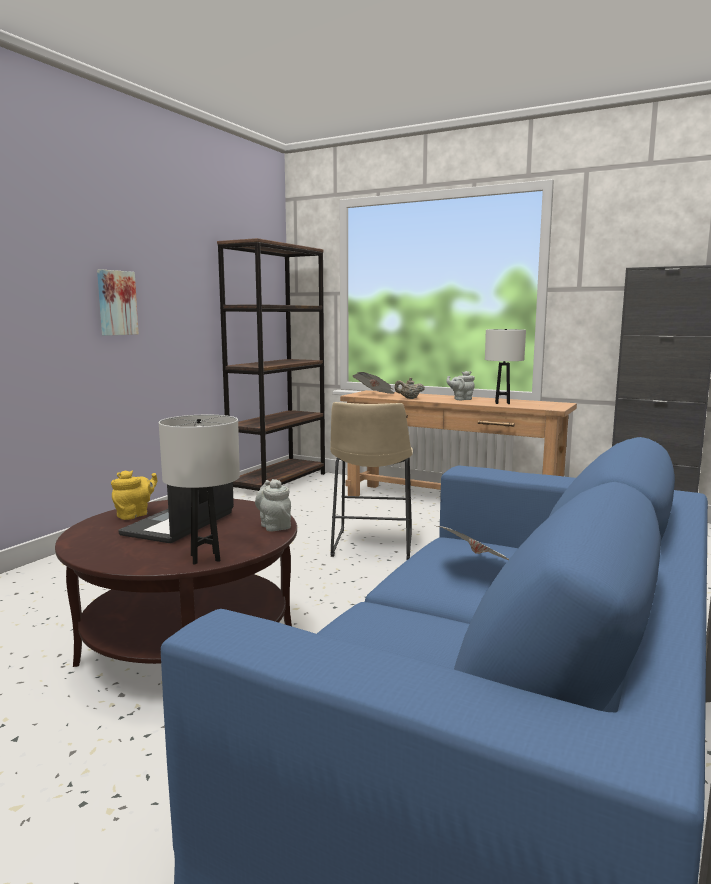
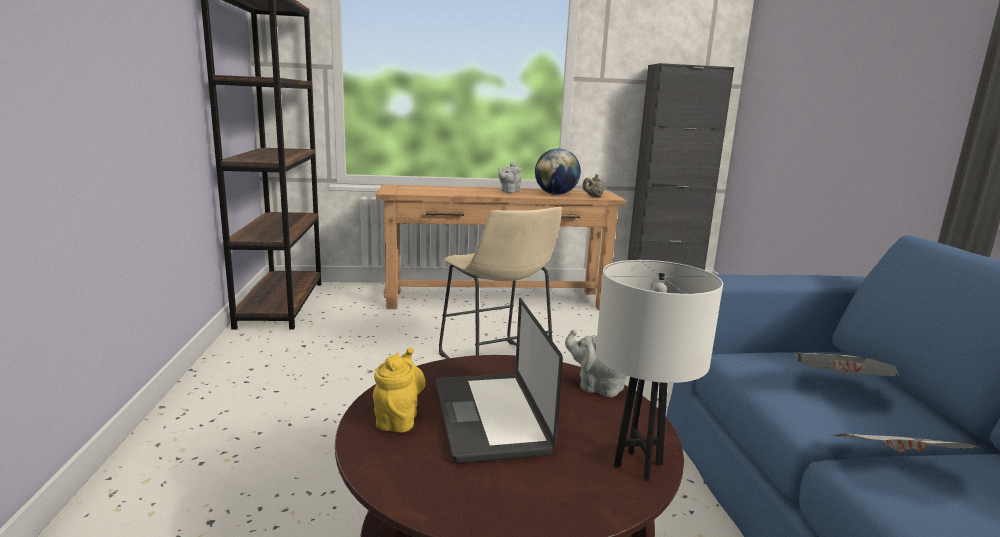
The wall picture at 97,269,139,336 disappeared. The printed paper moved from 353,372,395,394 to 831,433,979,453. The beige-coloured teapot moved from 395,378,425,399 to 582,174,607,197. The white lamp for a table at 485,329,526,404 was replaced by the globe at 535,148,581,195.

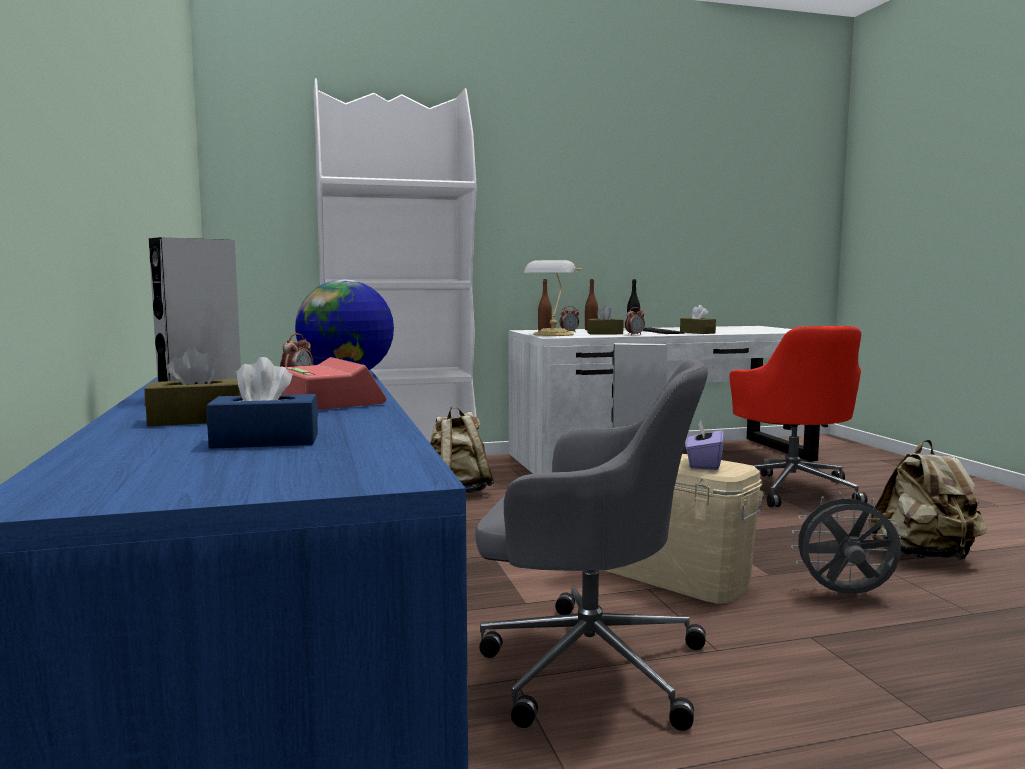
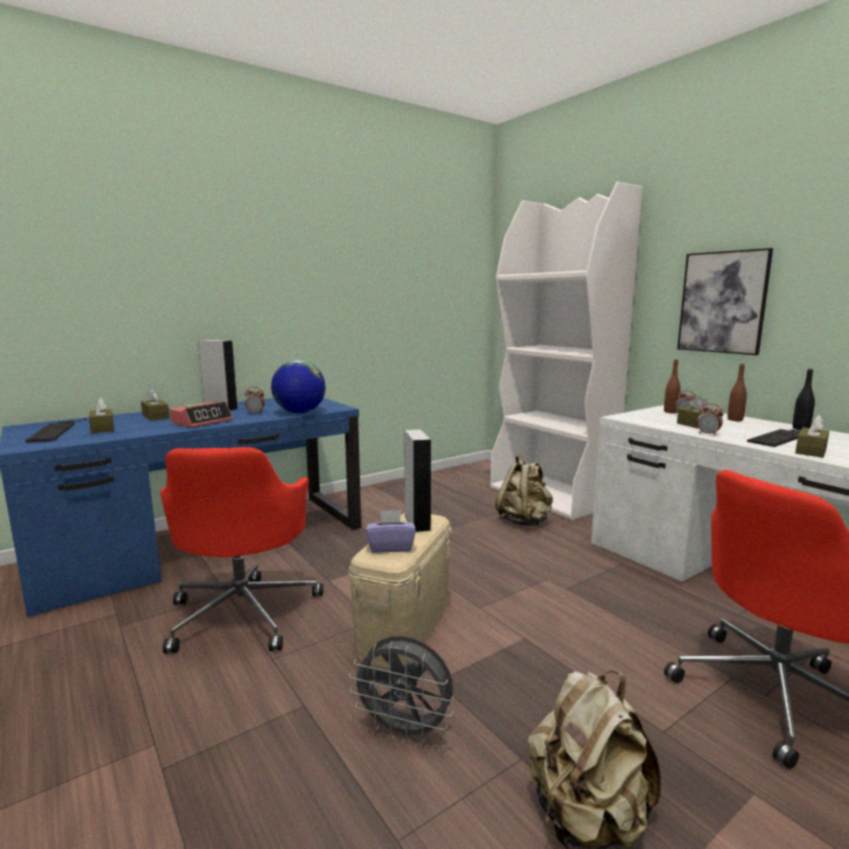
The blue-coloured tissue box at 206,357,318,449 became the brown tissue box at 89,397,114,433. The grey office chair at 475,361,708,731 became the reddish office chair at 160,447,323,654. The lamp for a table at 524,260,582,336 disappeared. The grey cooling fan at 791,492,901,594 turned 120 degrees clockwise. The computer keyboard at 25,418,87,443 appeared. The wall picture at 677,248,773,355 appeared.

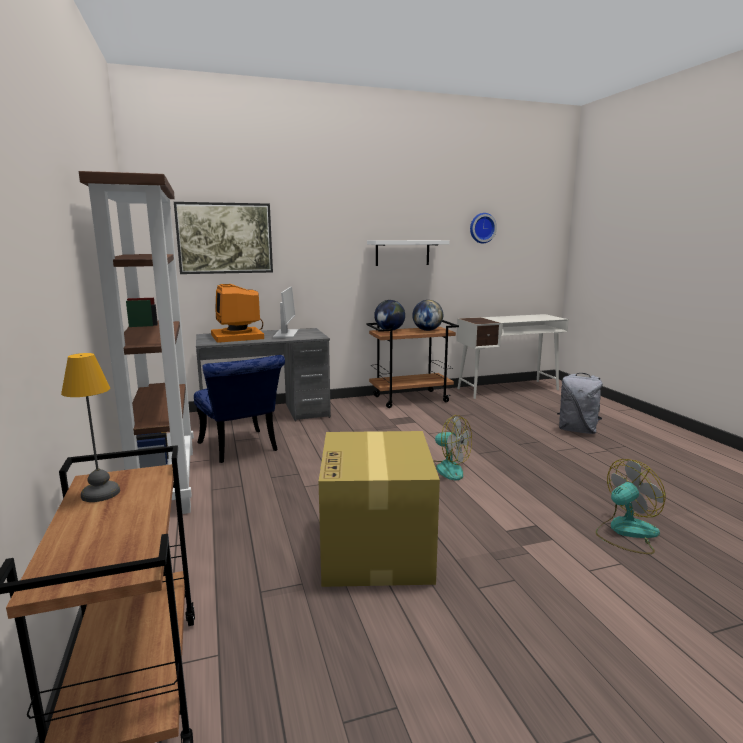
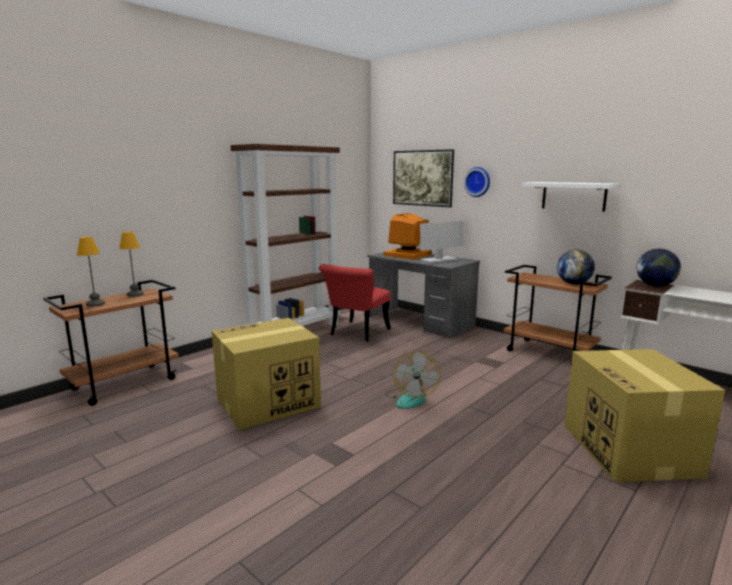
The blue-coloured chair at 194,355,285,463 became the reddish chair at 319,264,391,342. The globe moved from 374,300,405,330 to 637,249,681,287. The clock on the wall moved from 470,213,497,243 to 464,167,490,197. The grey knapsack at 557,373,603,434 was replaced by the cardboard box at 564,349,725,482. The cooling fan at 596,459,666,554 disappeared. The lamp for a table at 77,236,105,307 appeared.

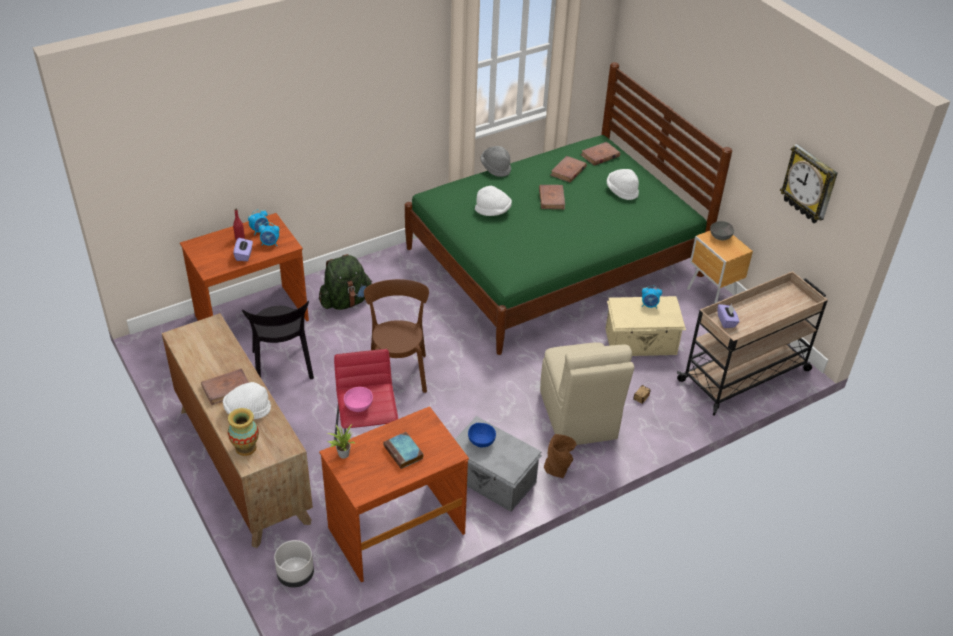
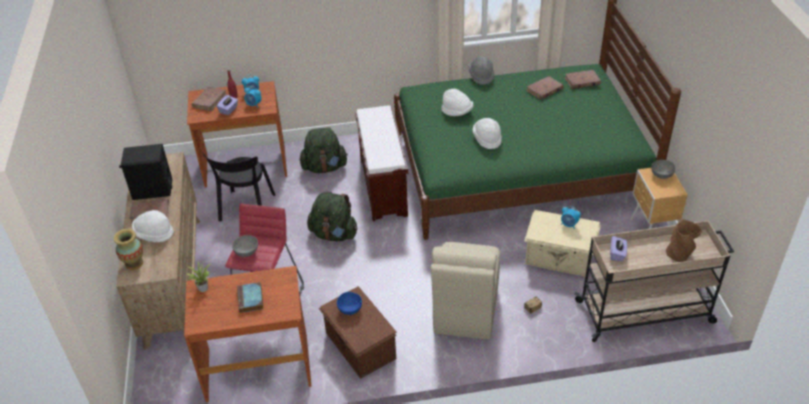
The grey flower pot at 274,540,314,588 disappeared. The pink-coloured serving bowl at 344,387,373,412 became the grey serving bowl at 232,235,258,257. The brown chair at 364,279,429,393 was replaced by the green-coloured knapsack at 307,192,358,241. The grey storage container at 455,416,542,512 became the brown storage container at 319,286,397,379. The brown book moved from 539,185,565,209 to 192,87,227,111. The brown decorative vase moved from 544,434,576,478 to 666,219,702,262. The white hat moved from 607,169,639,200 to 472,118,502,149. The clock on the wall at 780,144,838,223 disappeared. The black audio speaker at 119,144,172,200 appeared. The brown indoor bench at 355,105,409,221 appeared.

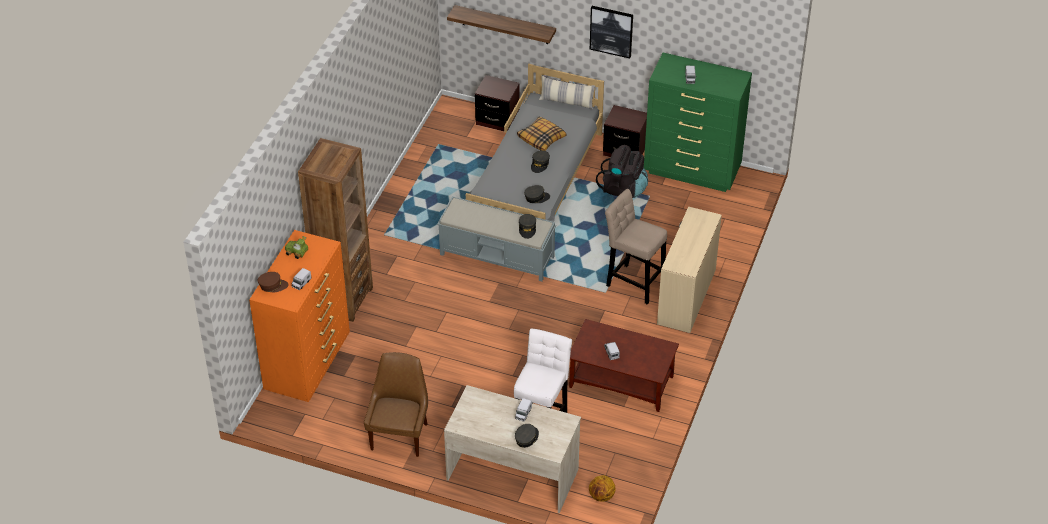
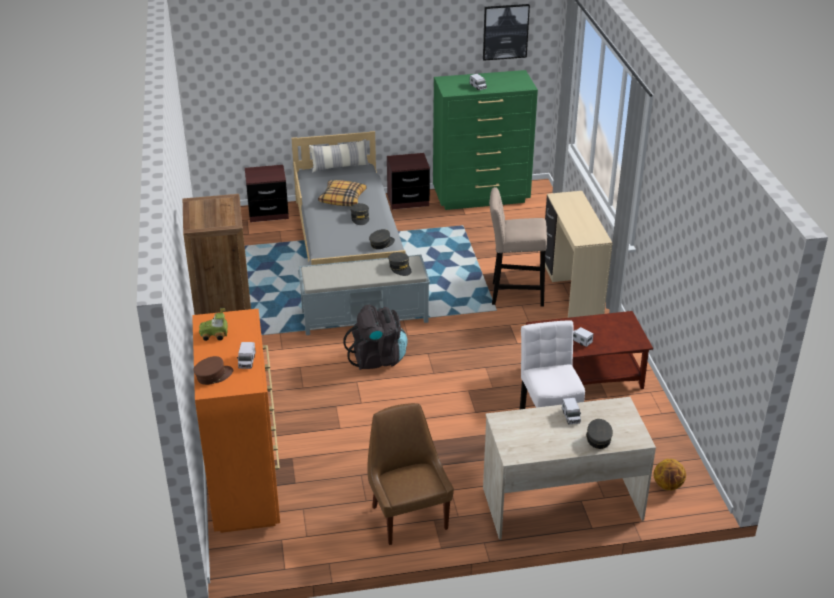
The shelf at 447,5,556,44 disappeared. The wall picture moved from 590,6,633,58 to 483,4,530,61. The black knapsack moved from 596,145,648,198 to 343,305,408,370.

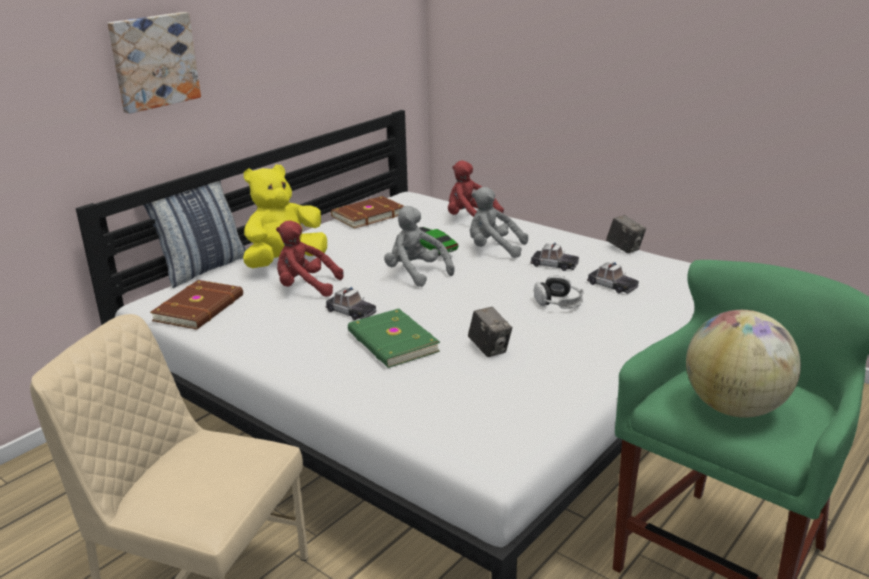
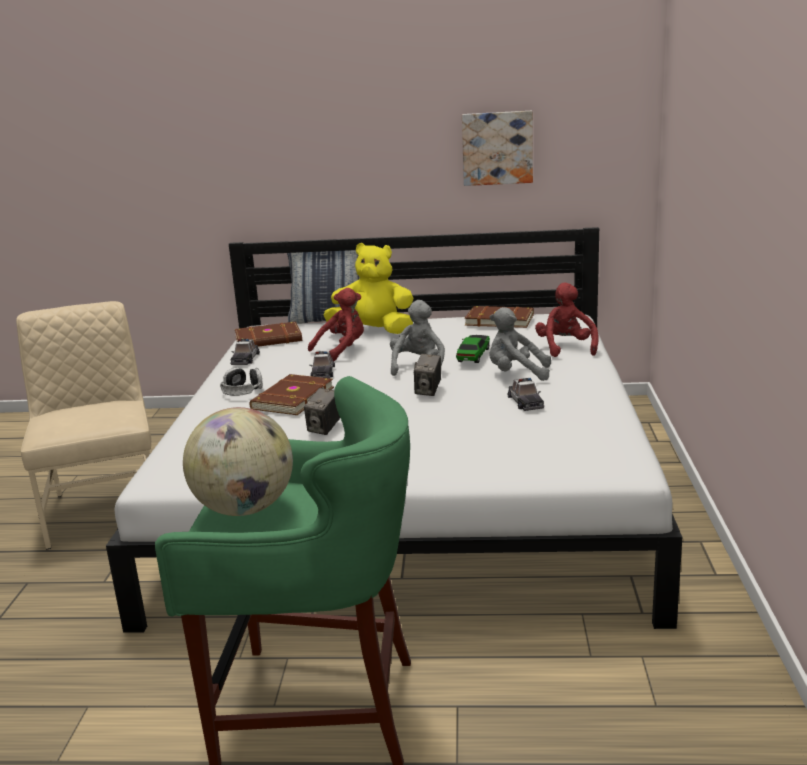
The wall picture moved from 107,12,201,114 to 462,111,533,186. The reddish plush toy at 276,221,344,297 turned 75 degrees clockwise. The green-coloured book at 348,309,440,368 became the brown book at 249,374,334,415. The grey plush toy at 470,187,528,258 turned 60 degrees counterclockwise. The headphones moved from 534,276,584,309 to 220,367,263,396. The toy car moved from 587,262,639,294 to 230,339,260,365. The photo camera moved from 606,215,646,253 to 414,354,441,396.

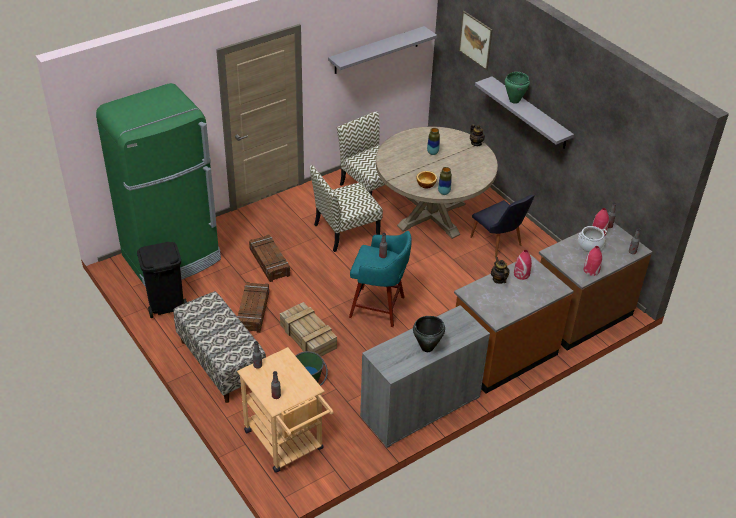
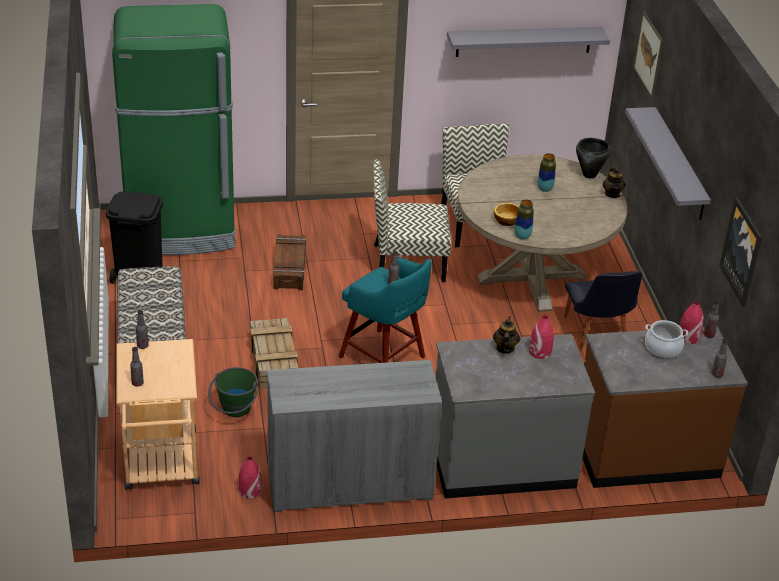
The packing crate at 237,282,269,333 disappeared. The black saucepot moved from 413,316,445,352 to 576,138,611,179. The brown counter at 454,255,574,394 became the grey counter at 436,334,595,498. The green-coloured saucepot at 505,72,530,104 disappeared. The reddish decorative vase moved from 584,246,602,276 to 239,457,262,498. The wall picture at 719,197,762,307 appeared.

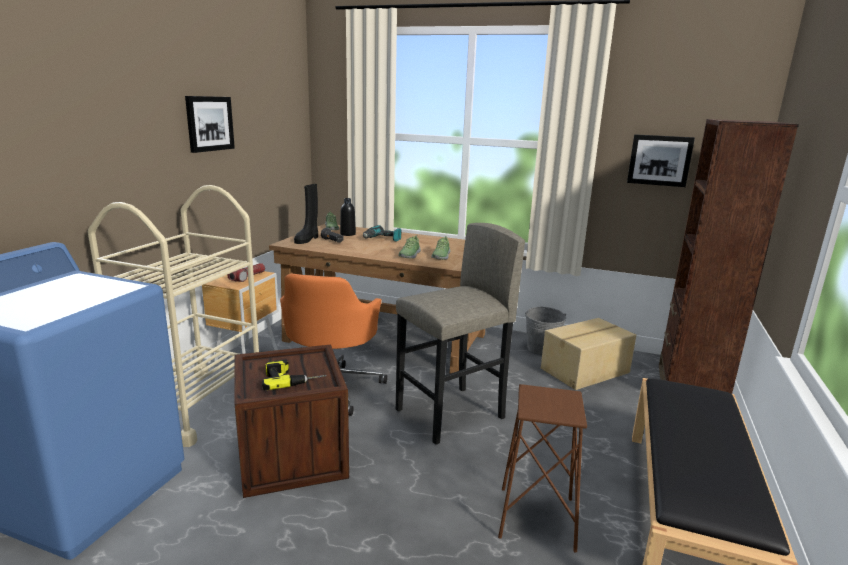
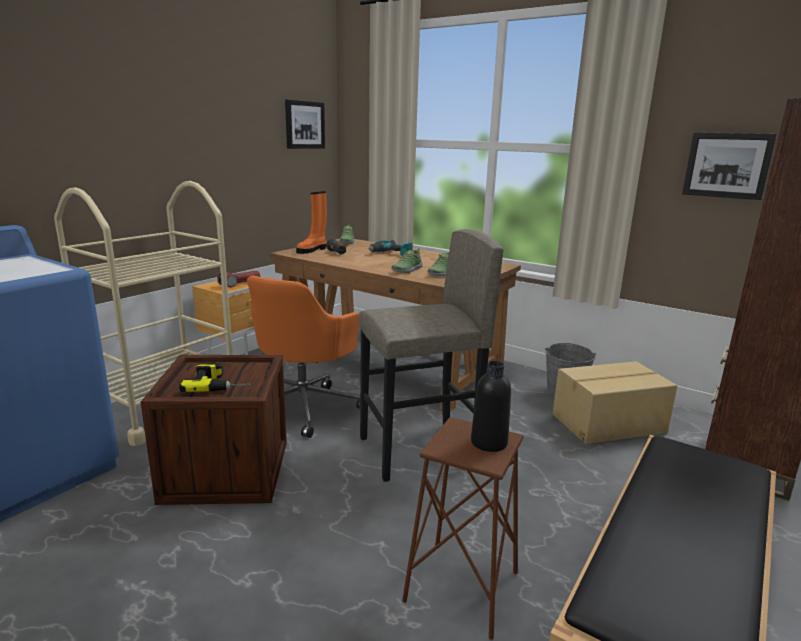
The wall picture moved from 185,96,235,153 to 285,100,325,149. The black high-top boot at 294,184,318,244 became the orange-coloured high-top boot at 296,191,327,254. The black beverage bottle moved from 340,198,356,236 to 471,361,511,452.

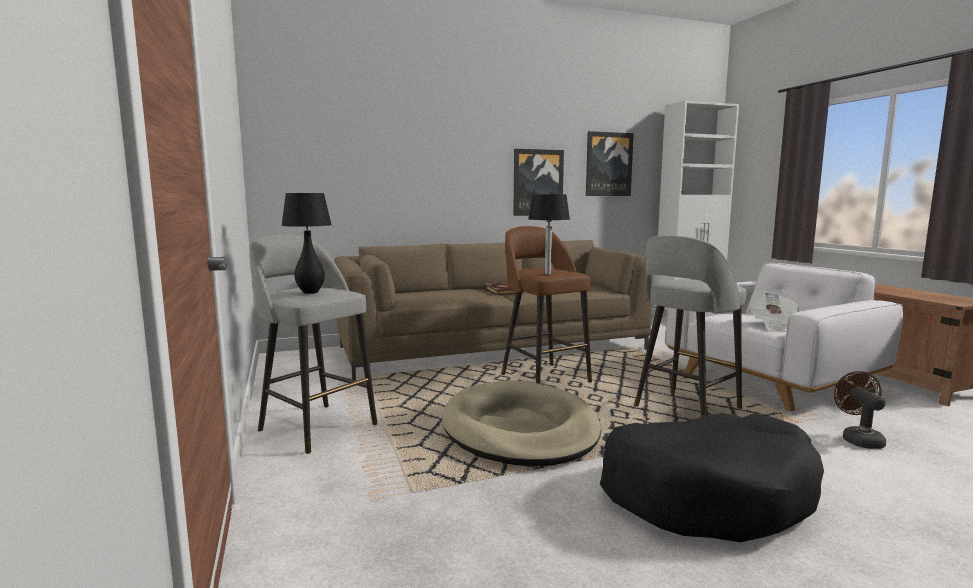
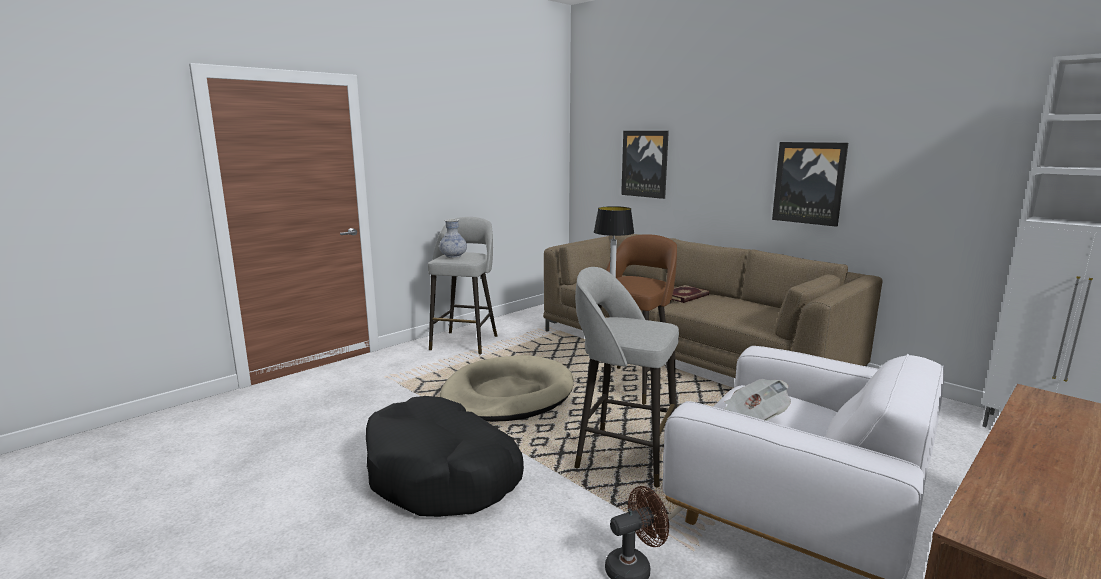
The black lamp for a table at 281,193,332,294 was replaced by the decorative vase at 439,219,467,258. The wall picture moved from 586,131,634,196 to 621,131,669,199.

